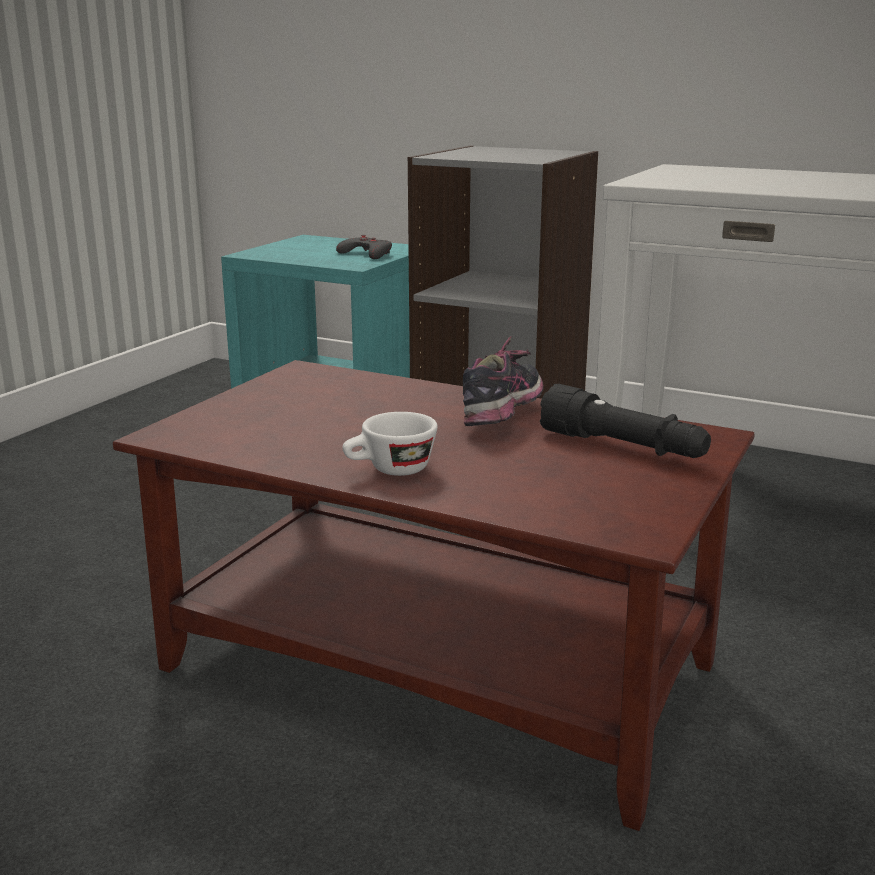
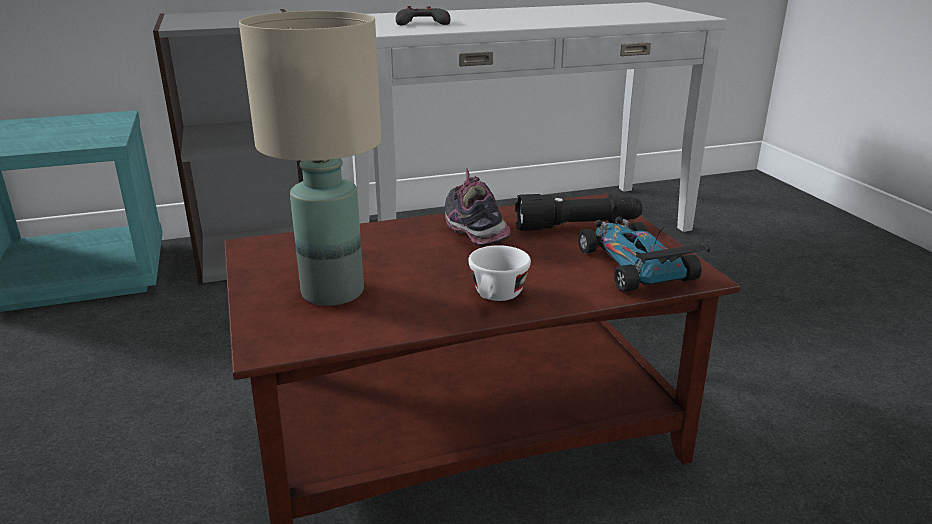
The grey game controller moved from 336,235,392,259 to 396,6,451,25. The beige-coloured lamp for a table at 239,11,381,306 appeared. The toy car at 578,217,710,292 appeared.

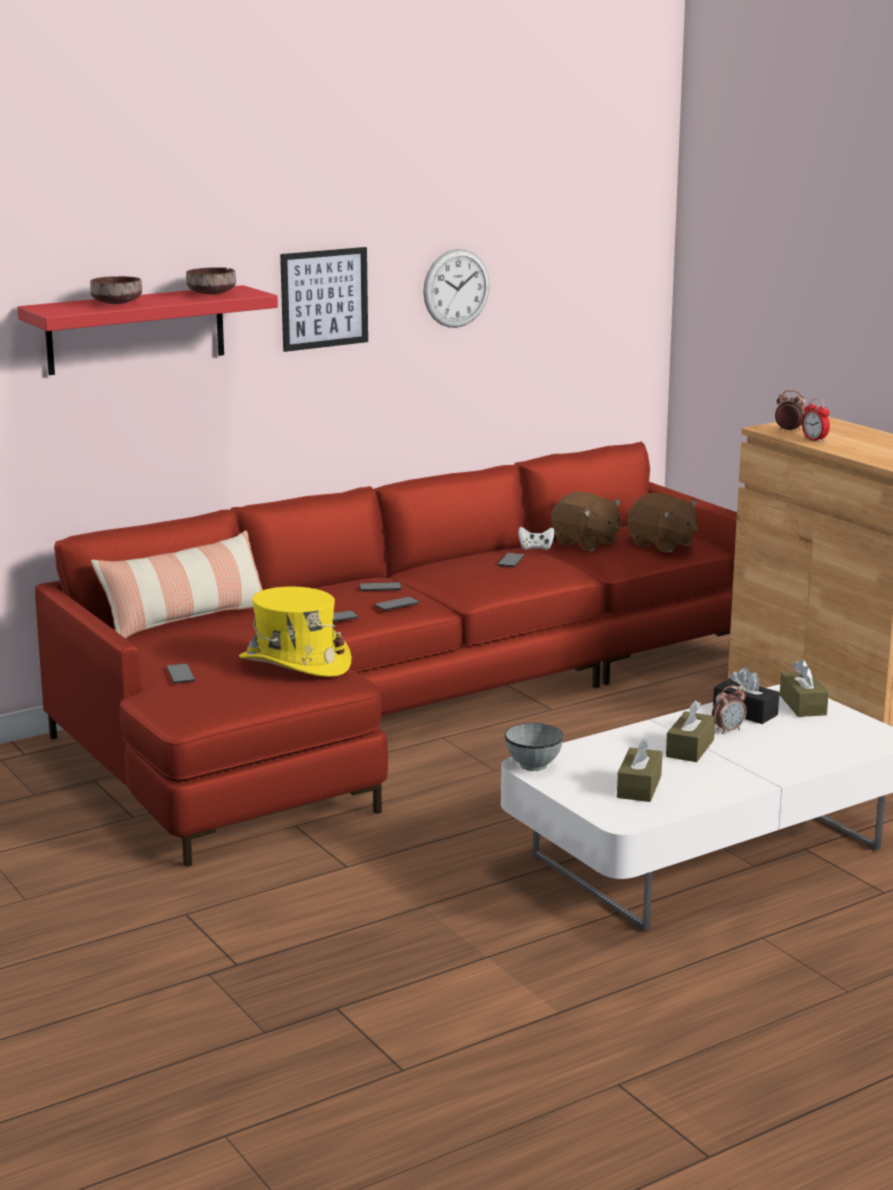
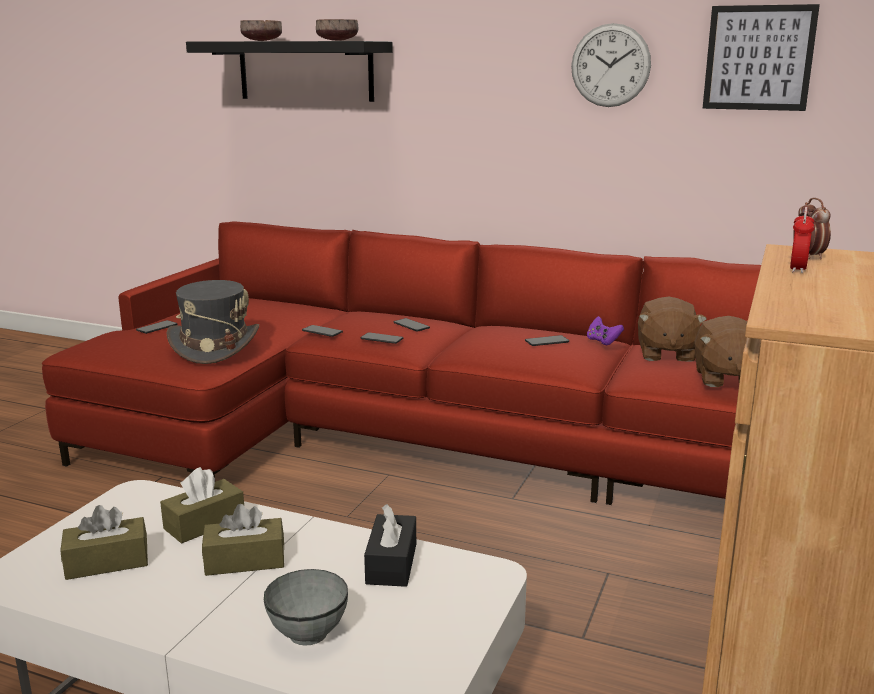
The reddish shelf at 17,285,278,375 became the black shelf at 186,41,393,102. The throw pillow at 91,530,263,638 disappeared. The yellow hat at 239,586,351,677 became the grey hat at 167,280,259,364. The wall picture moved from 280,247,368,352 to 702,4,820,111. The grey serving bowl moved from 505,723,564,771 to 264,569,348,646. The white game controller at 518,527,555,550 became the purplish game controller at 587,316,624,345. The alarm clock at 712,685,747,734 disappeared. The brown tissue box moved from 780,659,829,717 to 160,467,244,543.

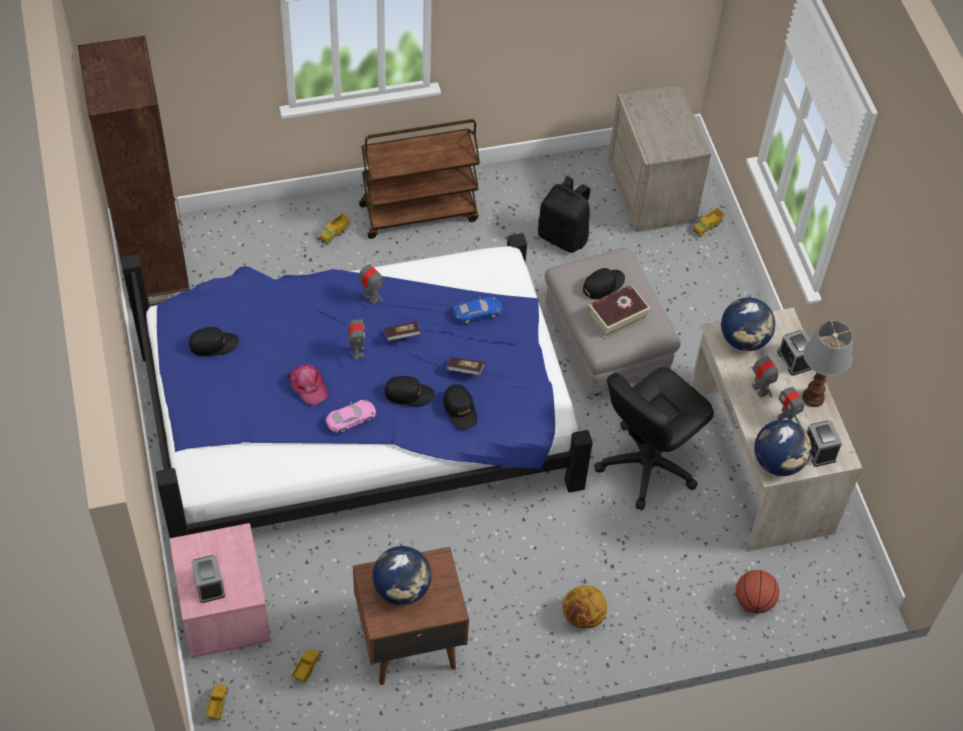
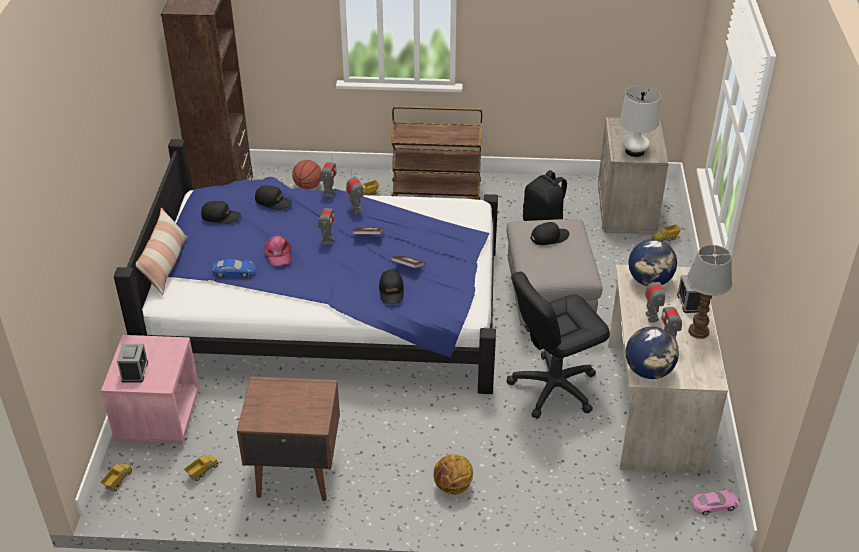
The pink-coloured toy car moved from 326,400,376,433 to 691,489,739,515. The globe at 373,546,431,605 disappeared. The black baseball cap moved from 385,376,435,406 to 255,185,292,210. The blue-coloured toy car moved from 453,297,502,324 to 212,258,255,278. The book at 587,284,650,338 disappeared. The ball for basketball moved from 736,570,780,614 to 292,160,321,190. The alarm clock at 807,420,842,467 disappeared. The throw pillow at 136,208,188,295 appeared. The model robot at 320,155,337,197 appeared. The white lamp for a table at 620,85,661,157 appeared.

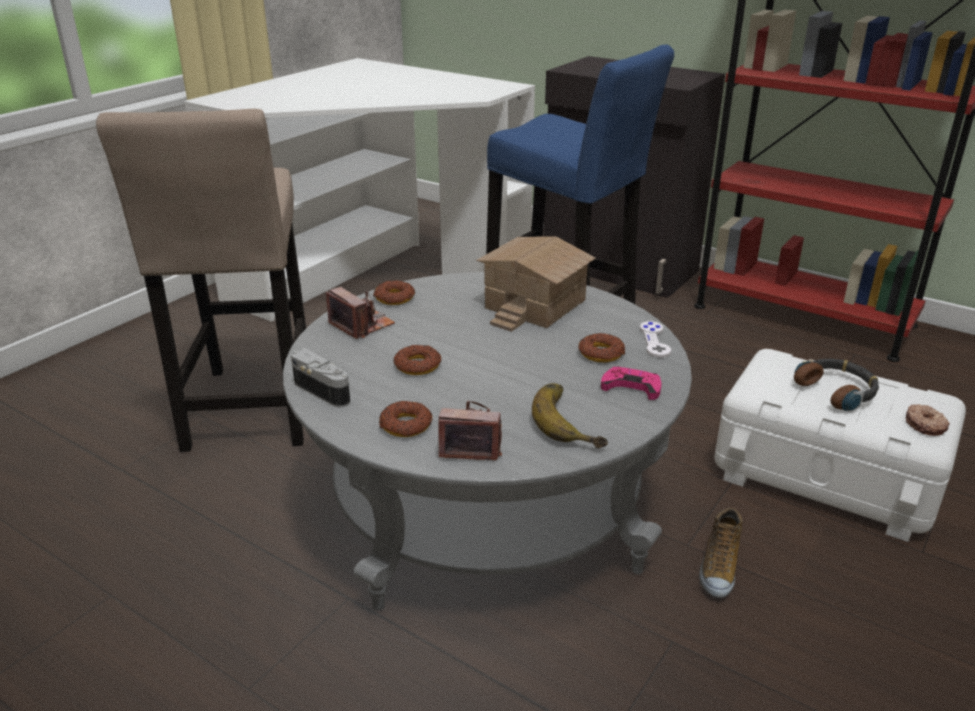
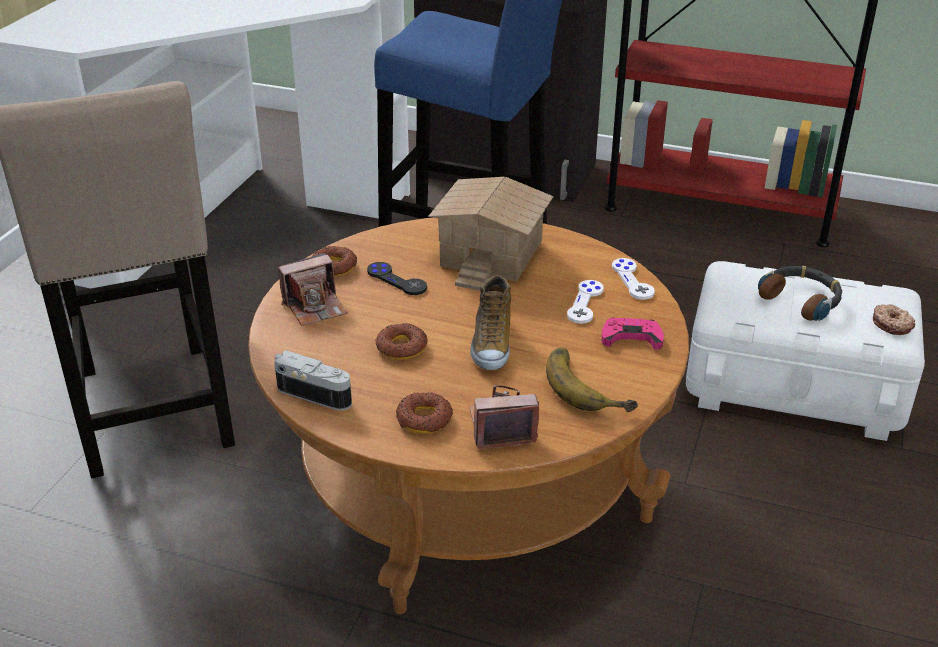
The grey low table at 283,272,692,611 became the brown low table at 248,218,689,614. The photo camera at 326,287,395,339 turned 120 degrees clockwise. The donut at 578,333,625,362 was replaced by the white game controller at 567,280,604,324. The item of footwear moved from 699,507,743,598 to 470,275,511,370. The black game controller at 367,262,427,295 appeared.

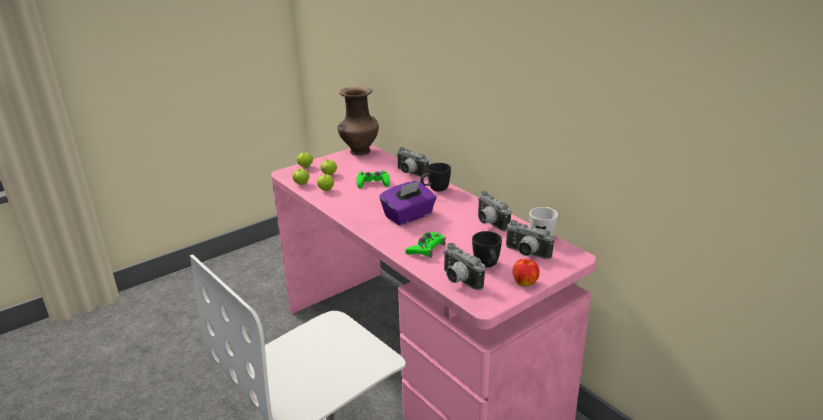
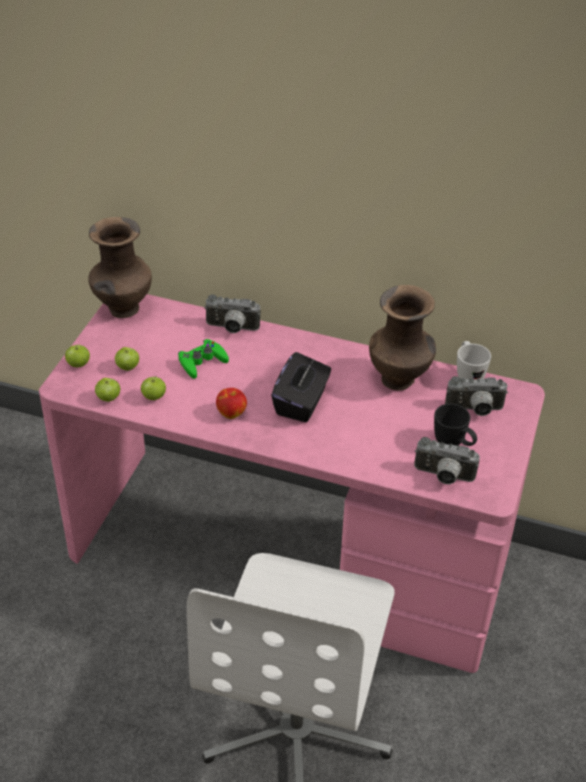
The purplish tissue box at 379,181,436,225 became the black tissue box at 271,352,331,422. The green-coloured game controller at 405,232,446,258 disappeared. The black coffee mug at 421,163,451,192 disappeared. The photo camera at 478,191,511,232 was replaced by the brown decorative vase at 369,285,436,391. The apple moved from 513,259,540,286 to 216,388,247,419.

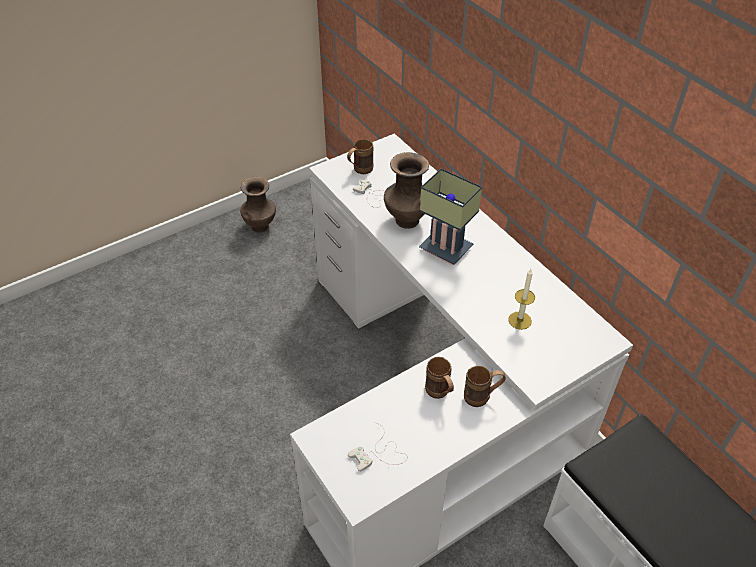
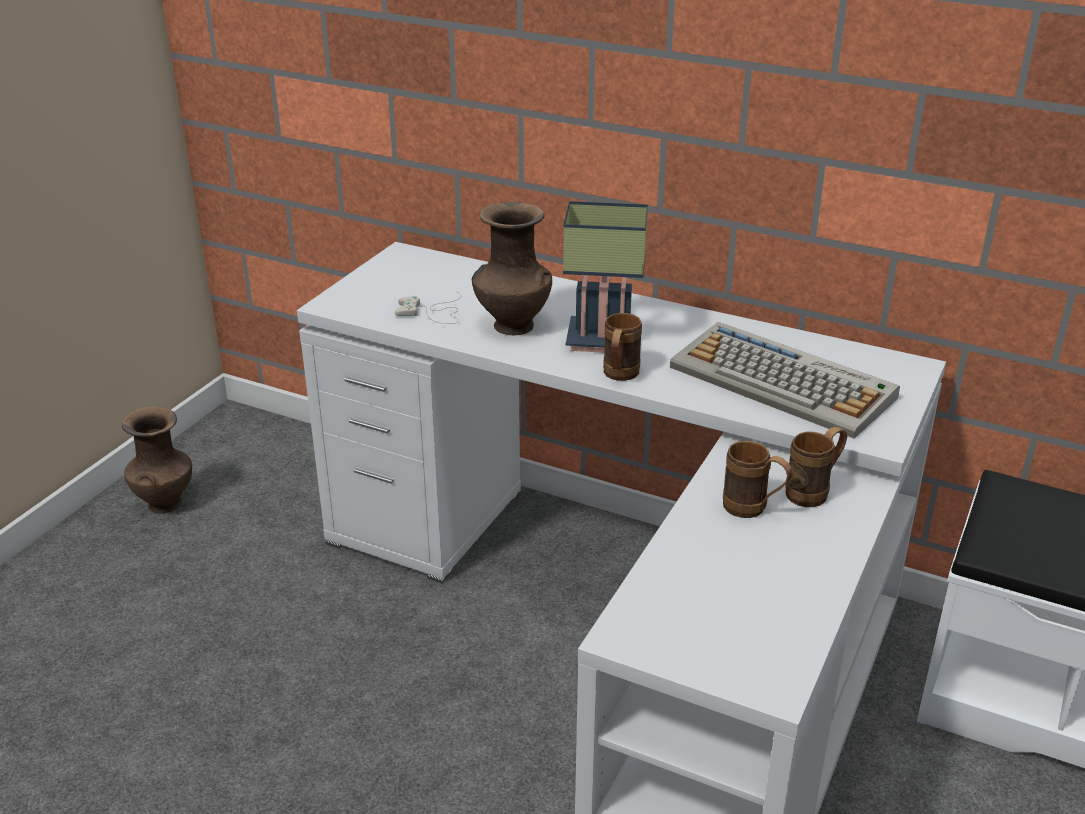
The brown coffee mug moved from 347,139,373,174 to 603,313,642,381. The white game controller at 348,422,408,472 disappeared. The wax candle at 508,269,535,330 was replaced by the computer keyboard at 670,322,900,439.

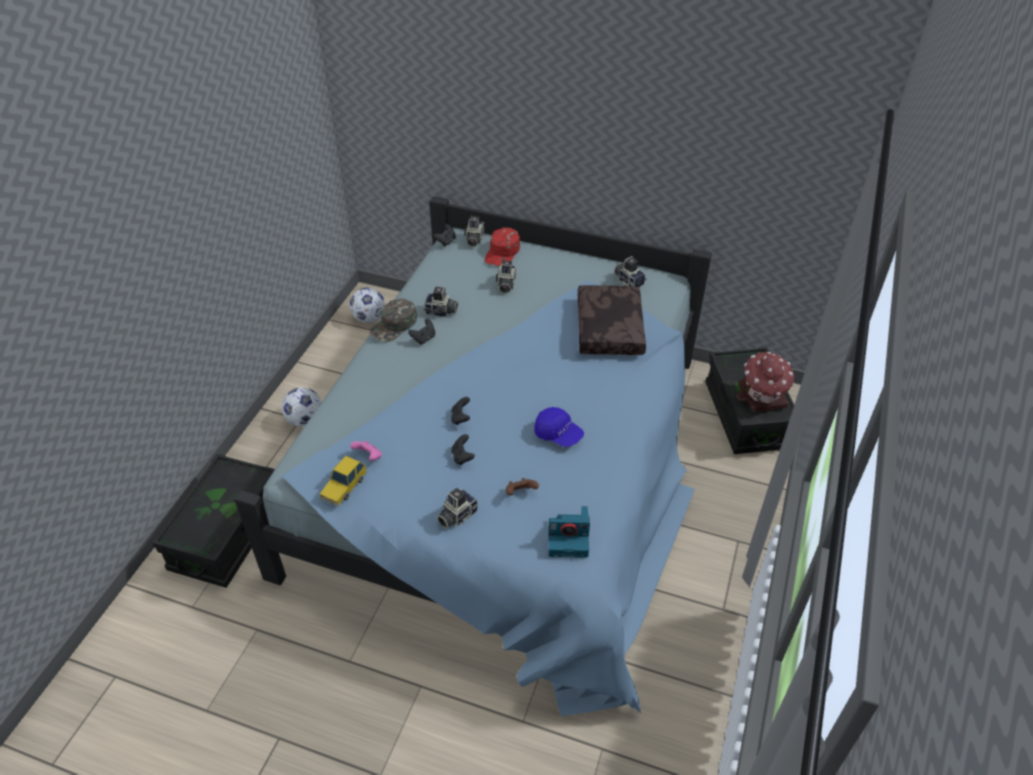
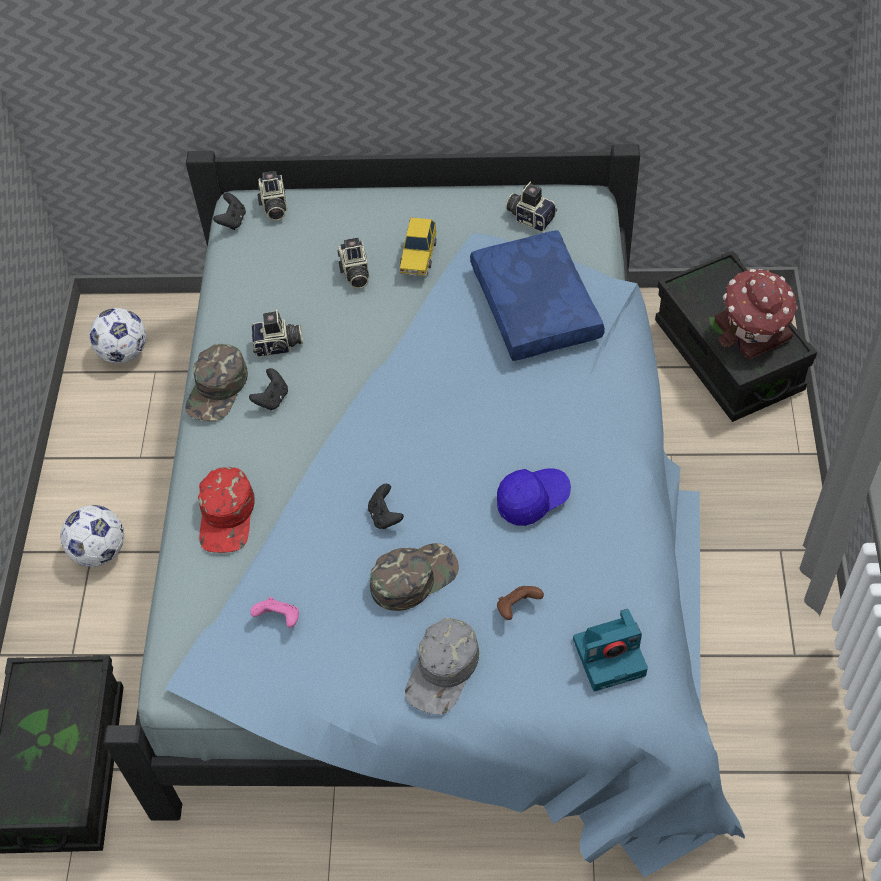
The toy car moved from 320,456,367,506 to 400,218,437,276. The photo camera at 437,488,478,529 was replaced by the grey baseball cap at 405,618,479,715. The black game controller at 451,434,475,465 was replaced by the green-coloured baseball cap at 370,543,459,611. The reddish baseball cap moved from 484,227,520,266 to 198,467,255,553. The blue-coloured baseball cap at 535,407,584,447 turned 45 degrees counterclockwise. The brown throw pillow at 578,285,646,355 became the blue-coloured throw pillow at 470,230,605,361.

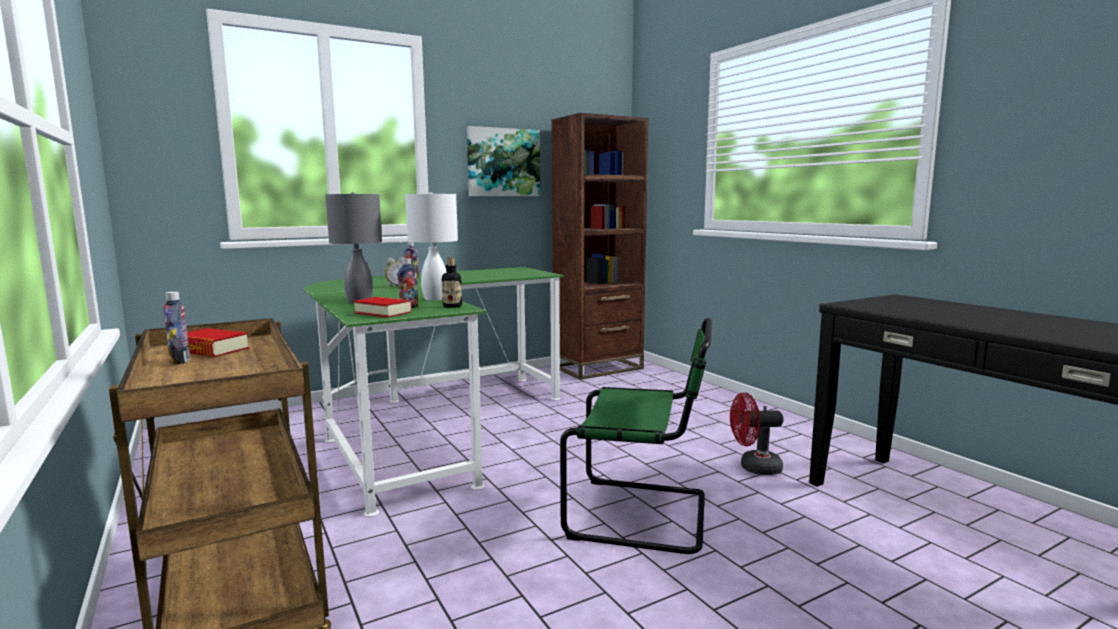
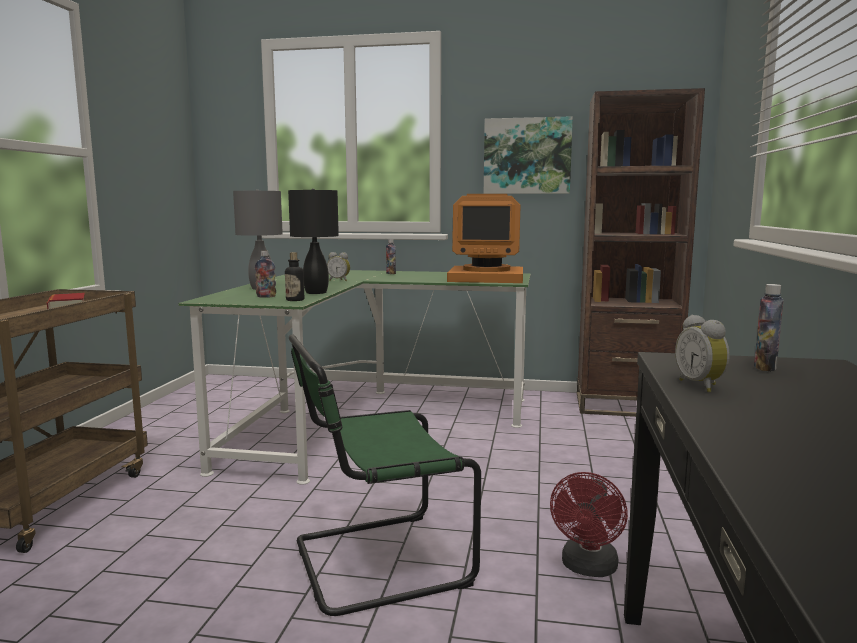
The beverage bottle moved from 163,291,190,365 to 754,284,784,371. The book at 353,297,412,318 disappeared. The white lamp for a table at 405,192,458,301 became the black lamp for a table at 288,189,339,294. The green-coloured chair at 560,318,712,554 turned 105 degrees clockwise. The reddish cooling fan at 730,392,783,475 turned 105 degrees counterclockwise. The computer display at 447,194,523,283 appeared. The alarm clock at 675,314,730,392 appeared.

